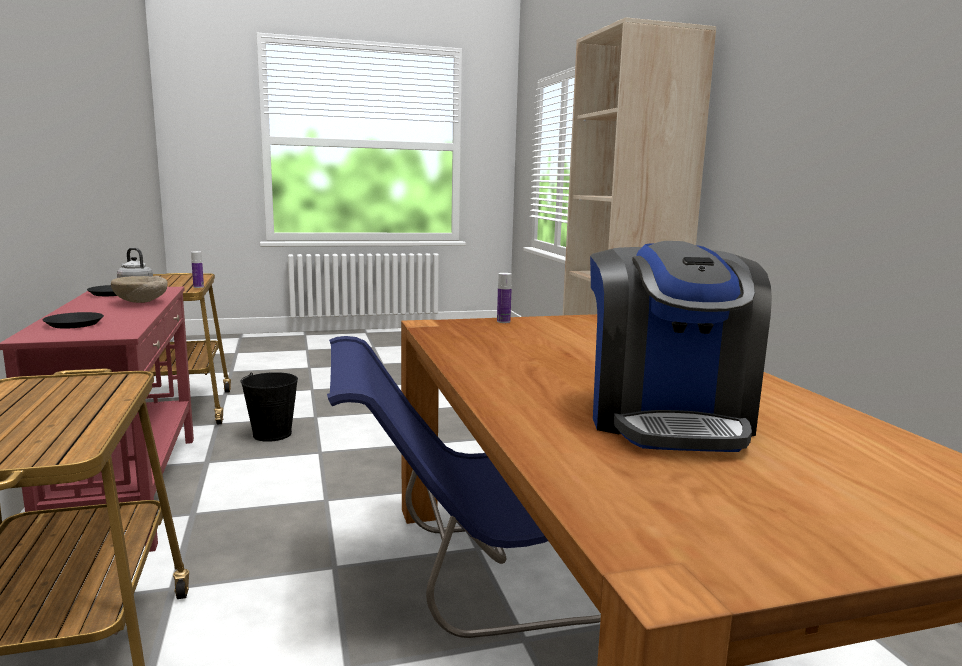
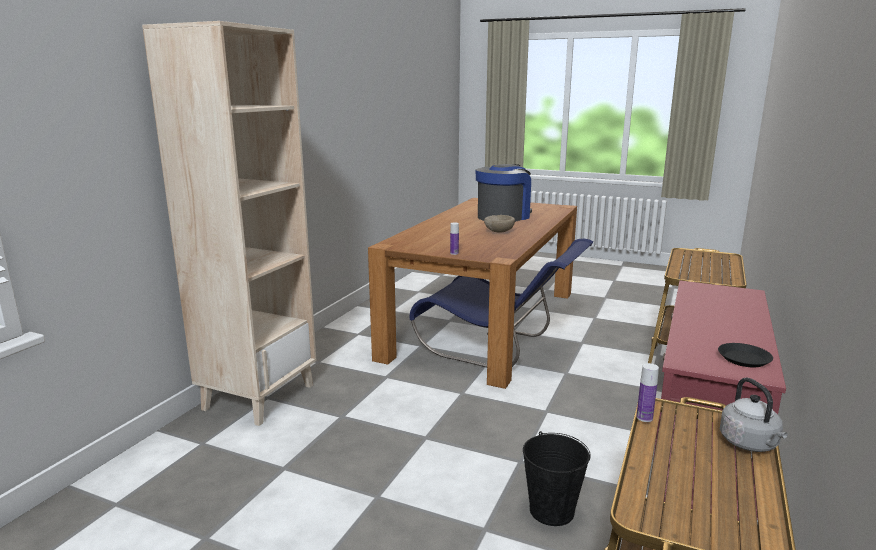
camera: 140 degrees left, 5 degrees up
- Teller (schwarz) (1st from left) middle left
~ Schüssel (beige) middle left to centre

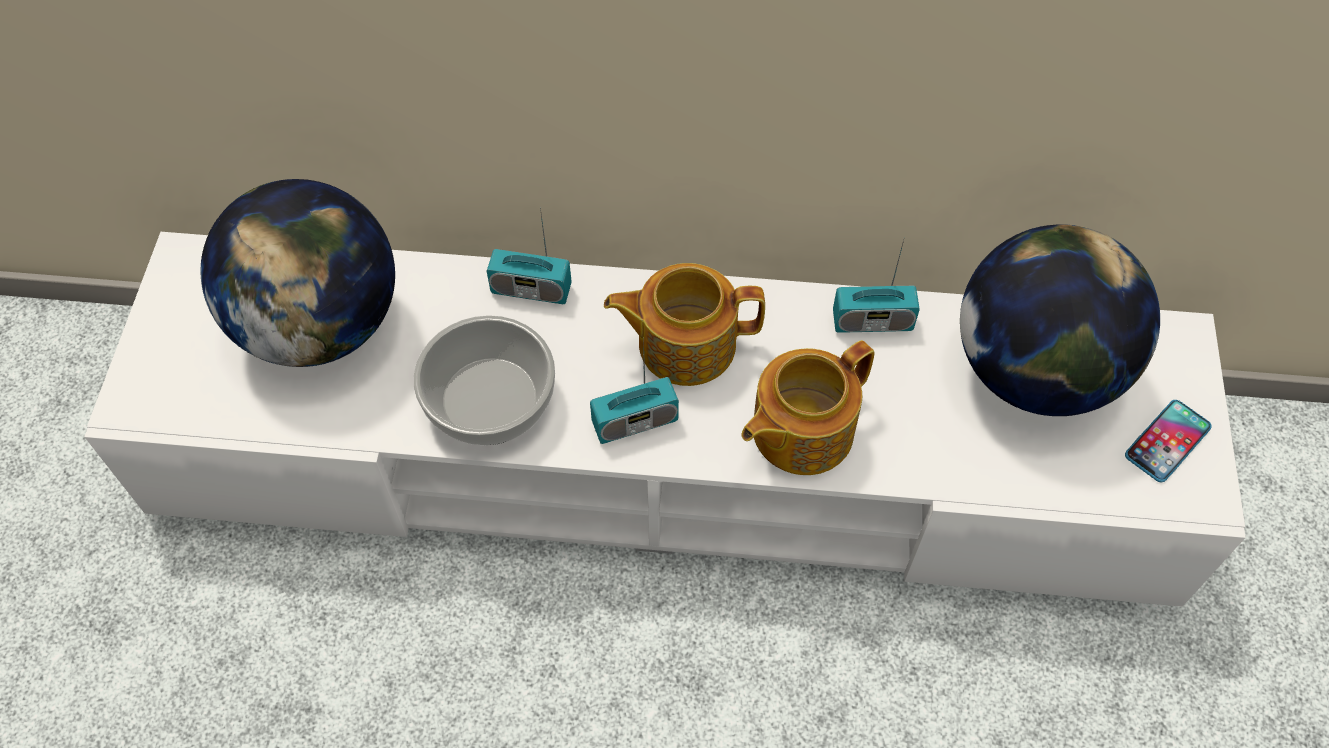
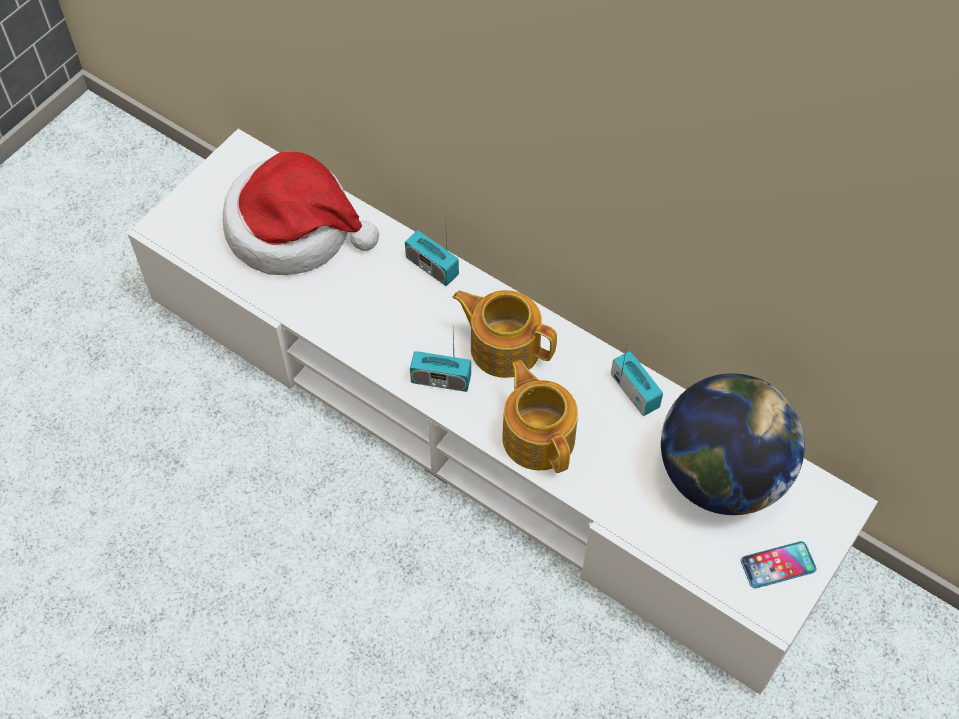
camera: 30 degrees right, 0 degrees up
~ Globus (1st from left) middle left to Hut top left
- Schüssel centre
~ Teekanne (2nd from left) centre = centre 75 degrees clockwise
~ Radio (3rd from left) centre = centre 150 degrees counterclockwise

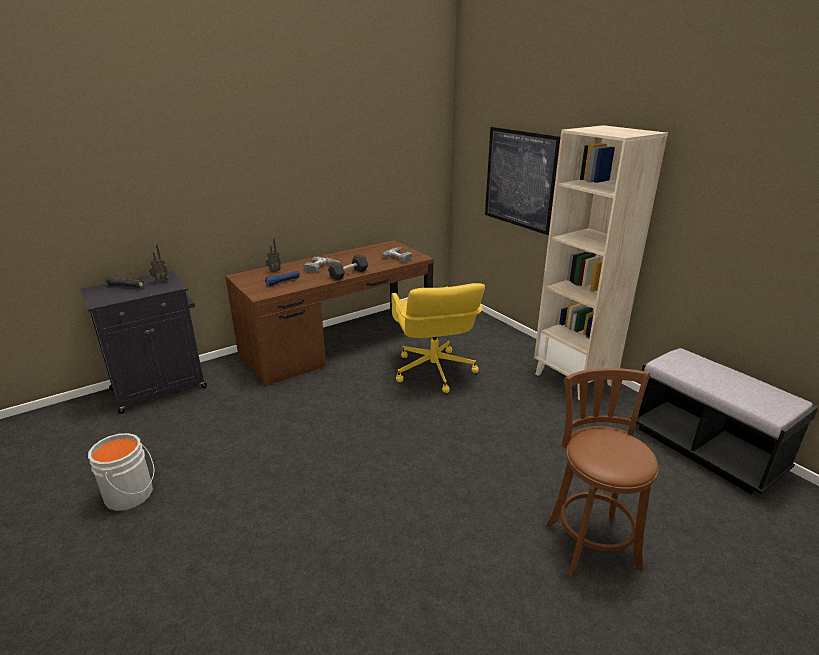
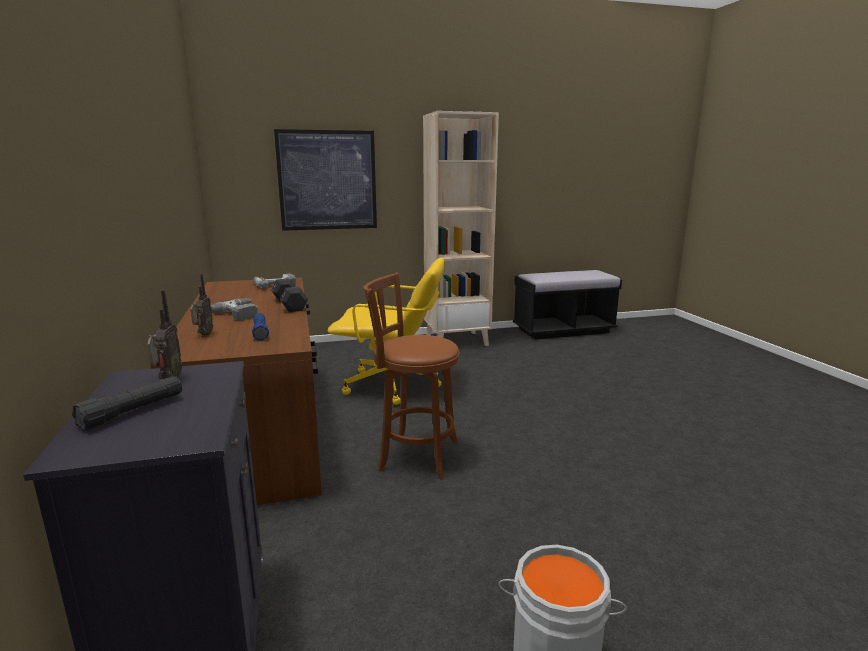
camera: 70 degrees left, 10 degrees down
~ Hocker (braun) bottom right to centre

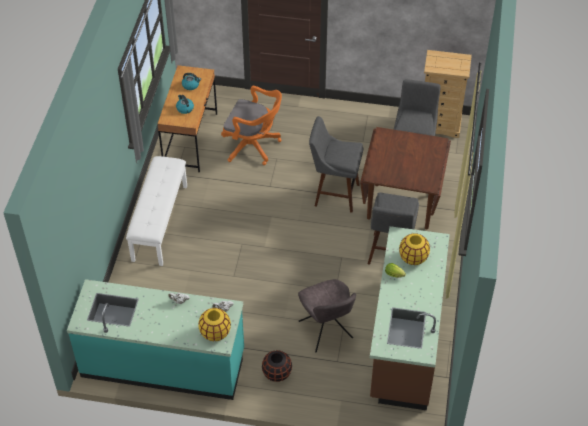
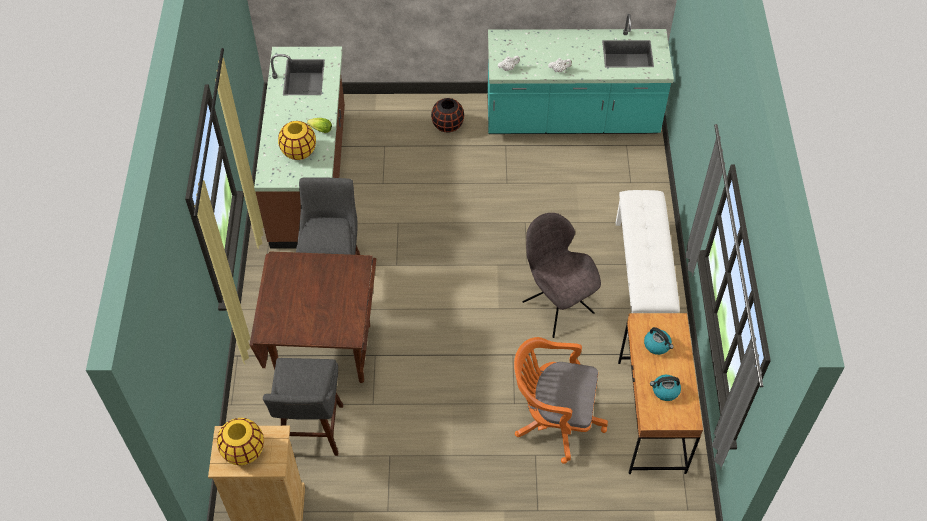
camera: 170 degrees right, 5 degrees up
~ Vase (gelb) (1st from left) bottom centre to bottom left
~ Stuhl (grau) bottom centre to centre
- Hocker (grau) (1st from left) centre

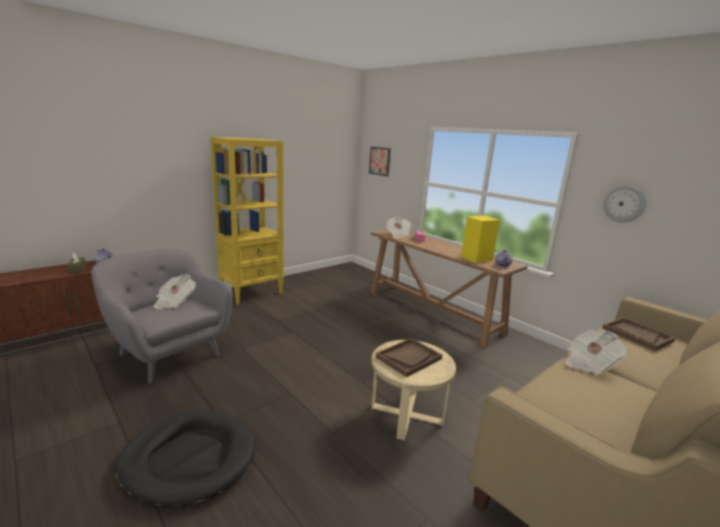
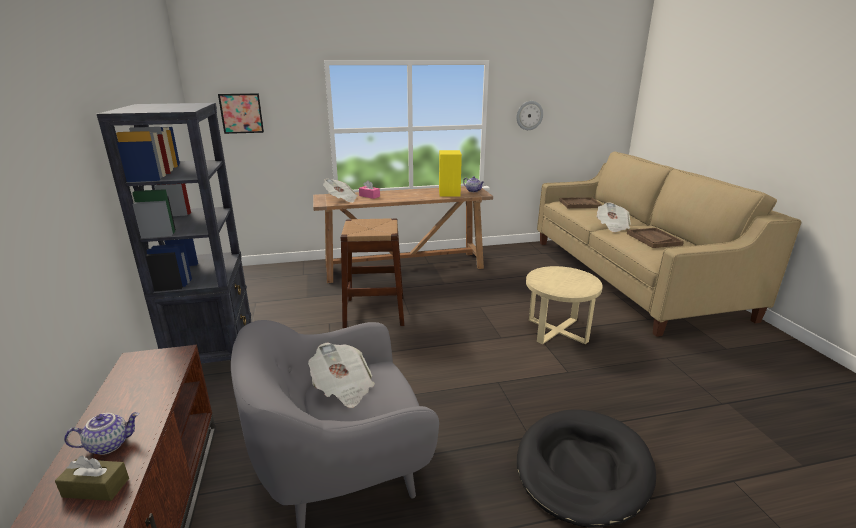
camera: 60 degrees left, 5 degrees up
~ Bücherregal (gelb) centre to Bücherregal (schwarz) middle left
~ Tablett (braun) (1st from left in the first image) bottom centre to Tablett (braun) (2nd from left) middle right
+ Hocker (braun) centre

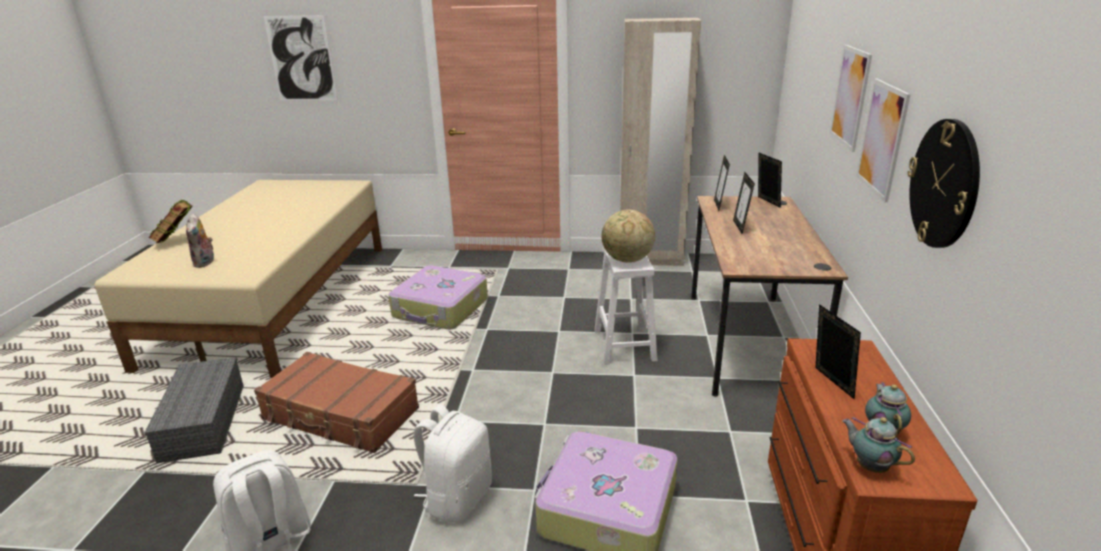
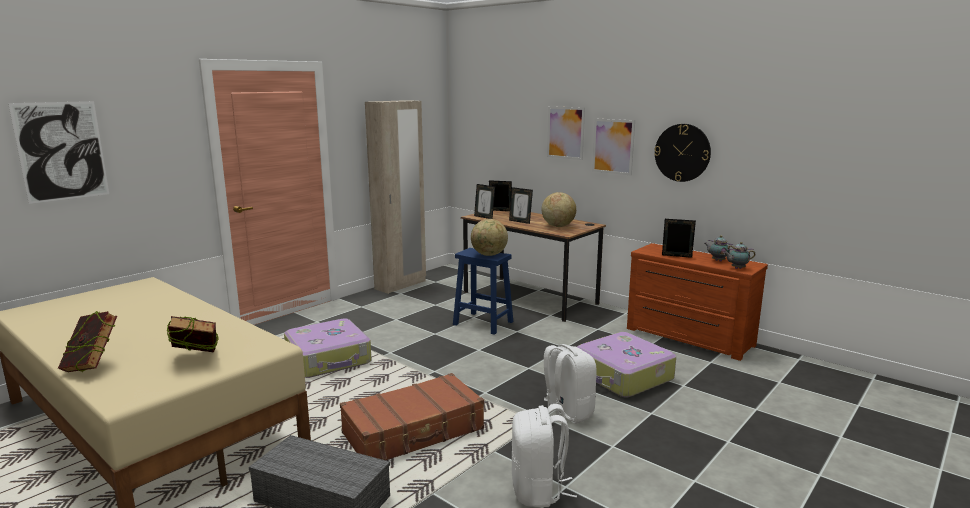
camera: 55 degrees left, 10 degrees down
~ Plüschtier middle left to Buch (2nd from left) middle left
~ Hocker (weiß) centre to Hocker (blau) centre
+ Globus (2nd from left) centre

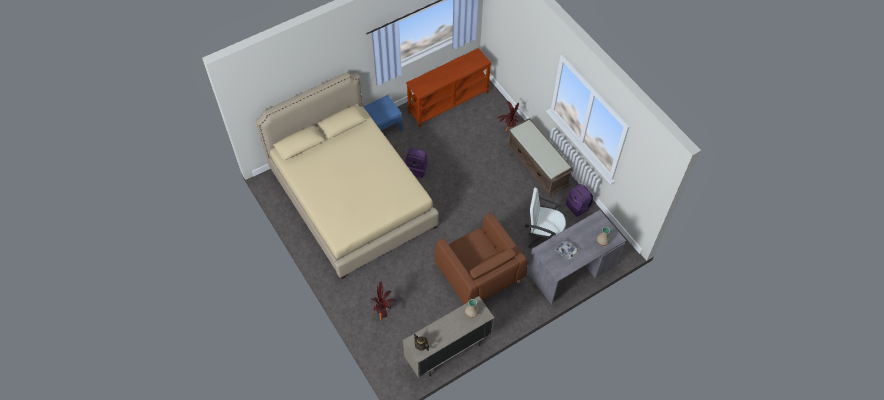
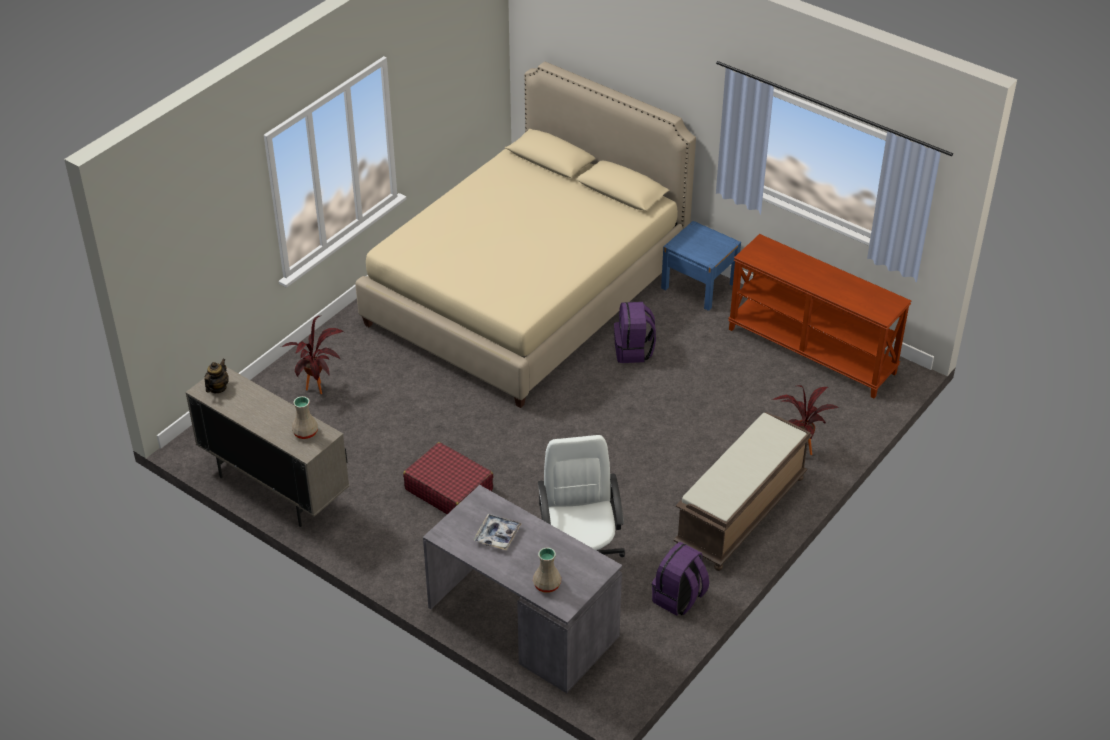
camera: 70 degrees right, 15 degrees down
~ Sessel (braun) centre to Koffer (rot) centre

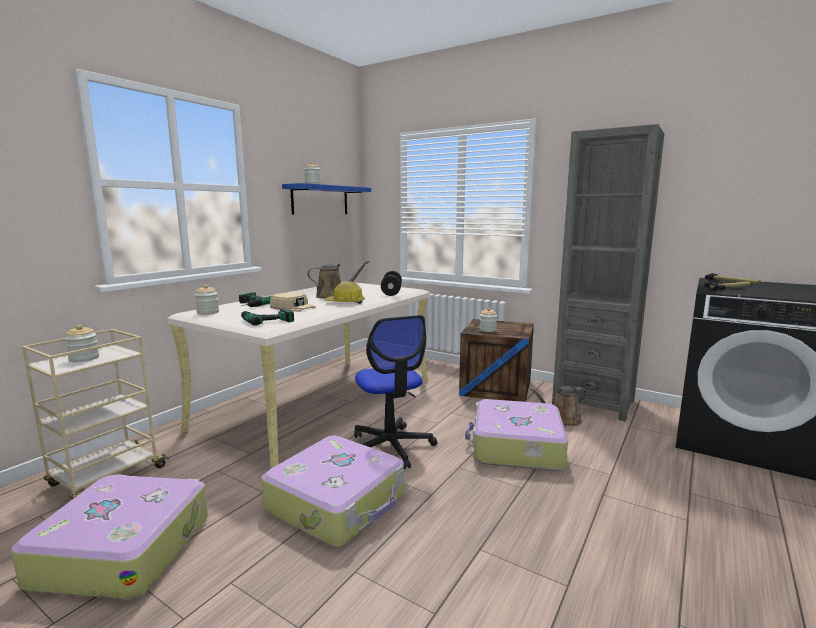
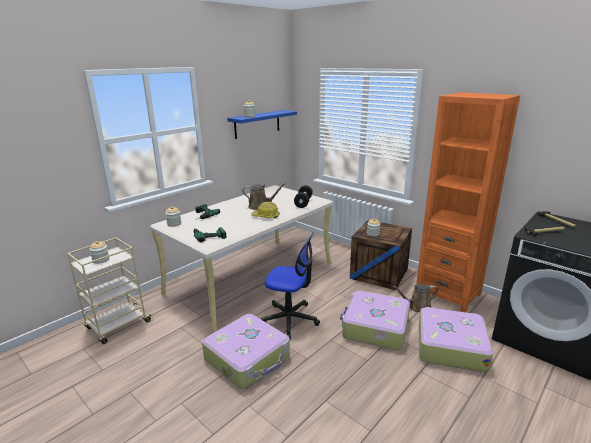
camera: 10 degrees right, 10 degrees up
~ Koffer (1st from left in the first image) bottom left to Koffer (3rd from left) bottom right
- Kappe (beige) centre
~ Bürostuhl centre = centre 60 degrees counterclockwise
~ Bücherregal (grau) middle right to Bücherregal (orange) middle right

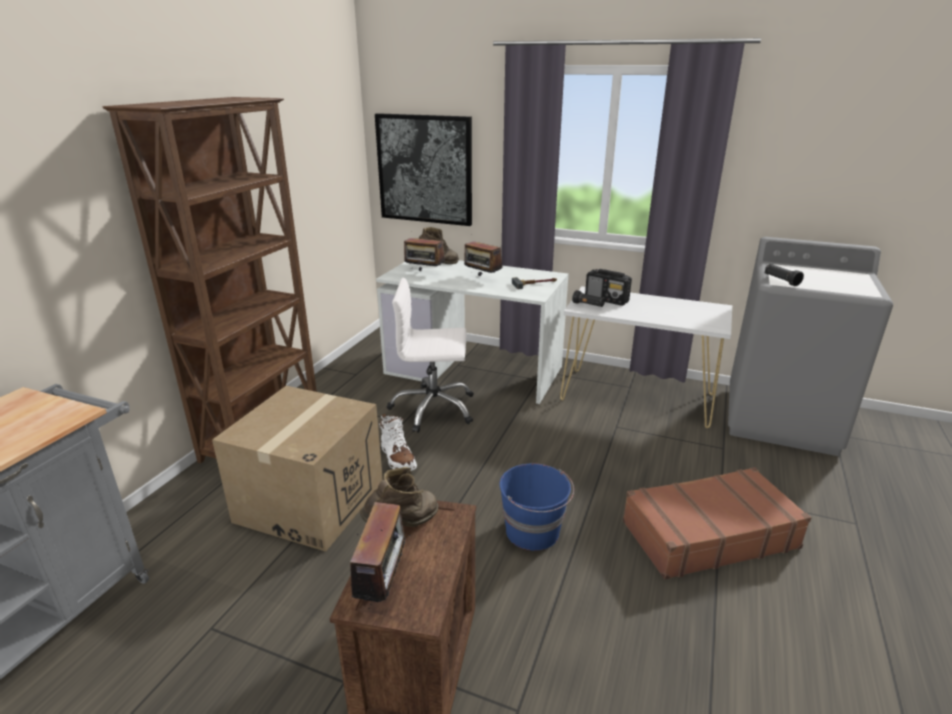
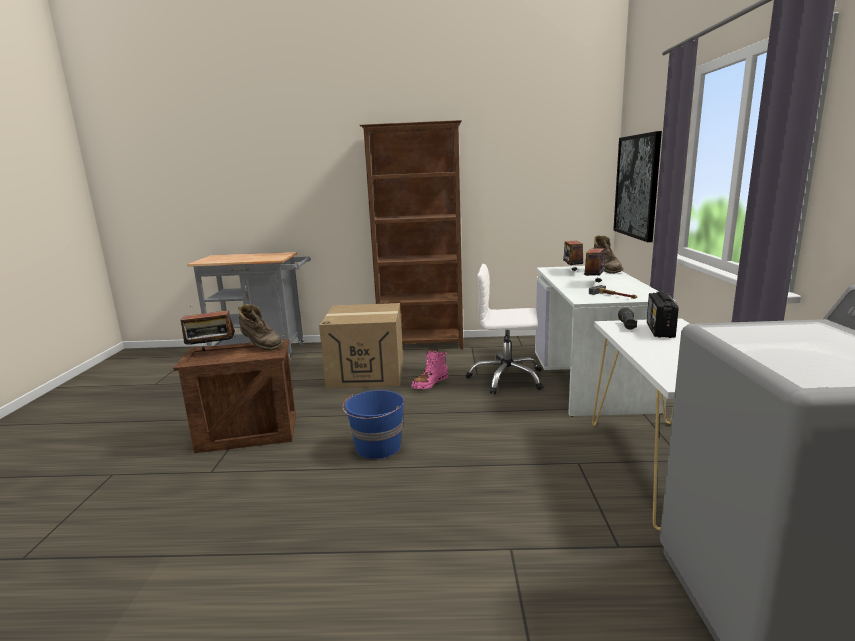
camera: 70 degrees right, 10 degrees down
~ Stiefel (weiß) centre to Stiefel (rosa) centre
~ Bürostuhl (weiß) centre = centre 60 degrees counterclockwise
- Koffer (braun) bottom right
- Taschenlampe (schwarz) (2nd from left) middle right

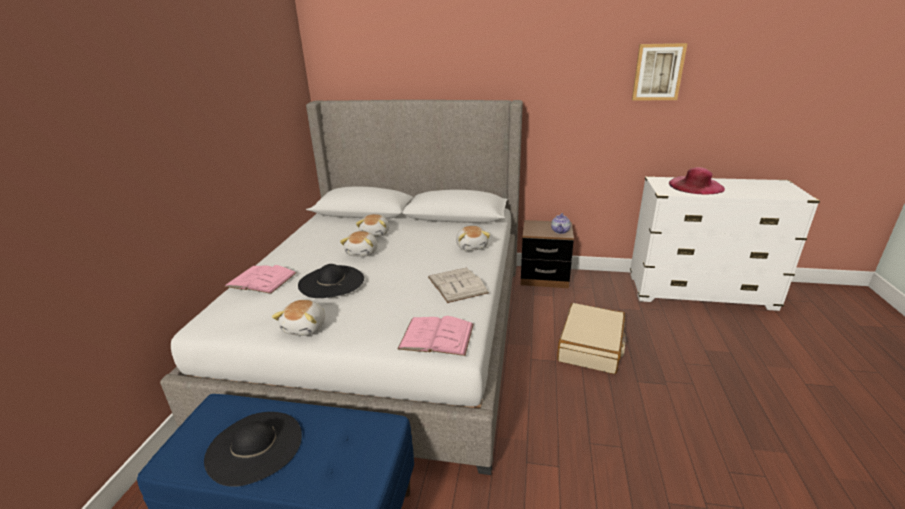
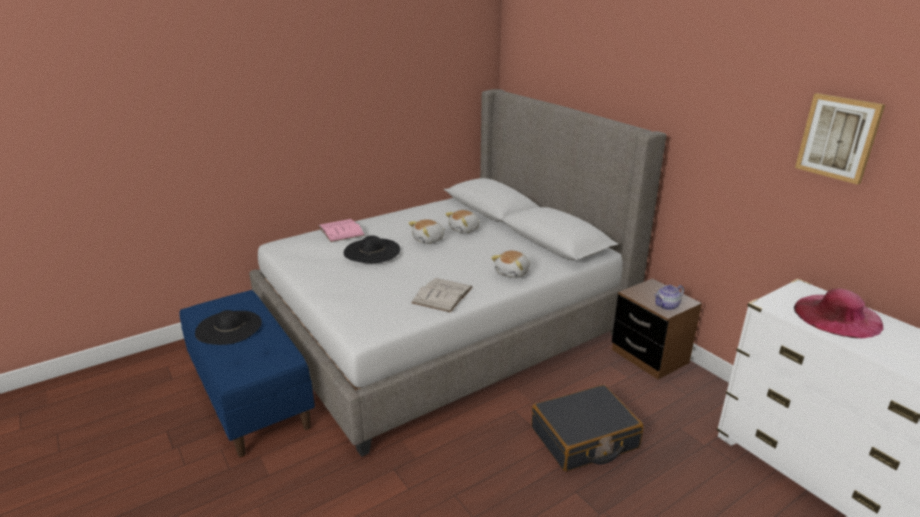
camera: 45 degrees right, 0 degrees up
- Plüschtier (1st from left) middle left
- Buch (rosa) (2nd from left) centre
~ Koffer (beige) centre to Koffer (schwarz) bottom centre

